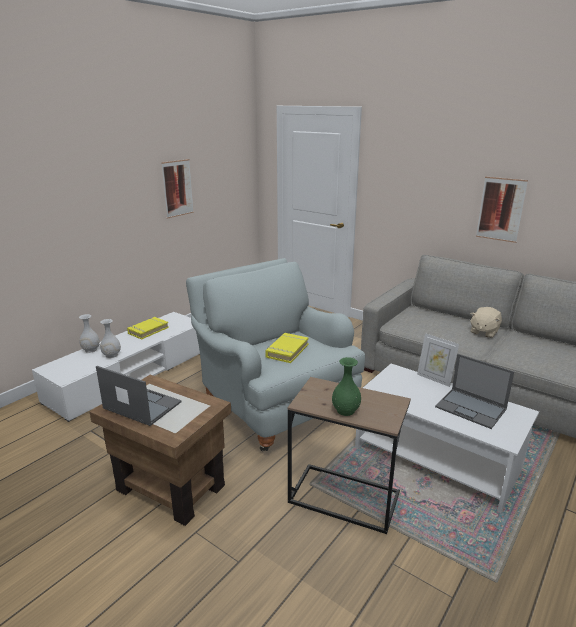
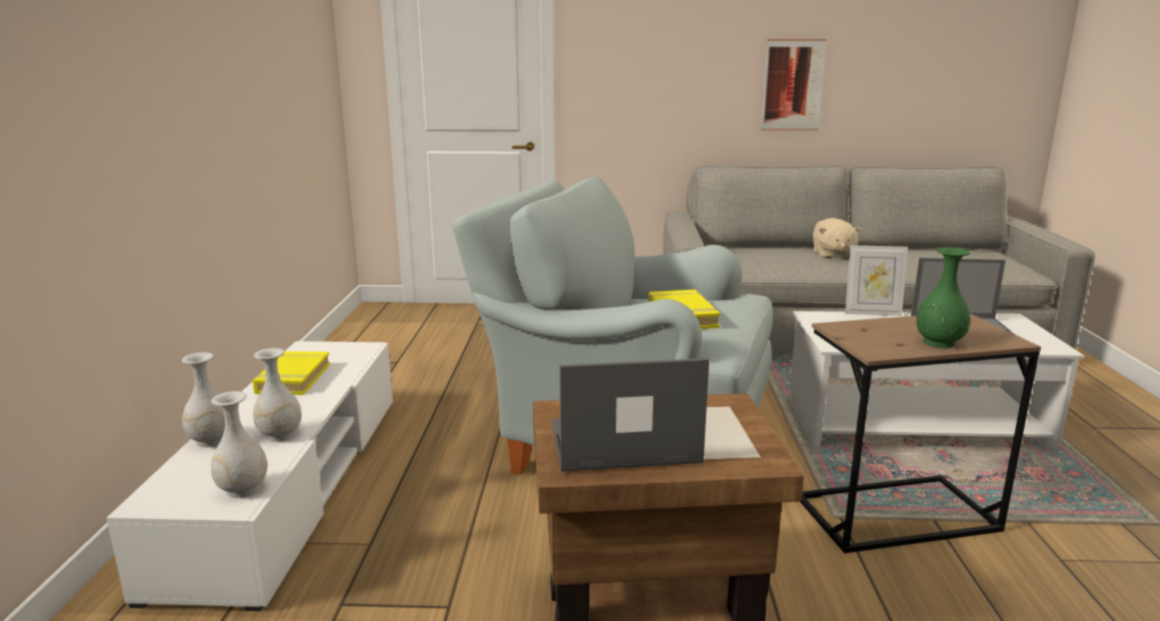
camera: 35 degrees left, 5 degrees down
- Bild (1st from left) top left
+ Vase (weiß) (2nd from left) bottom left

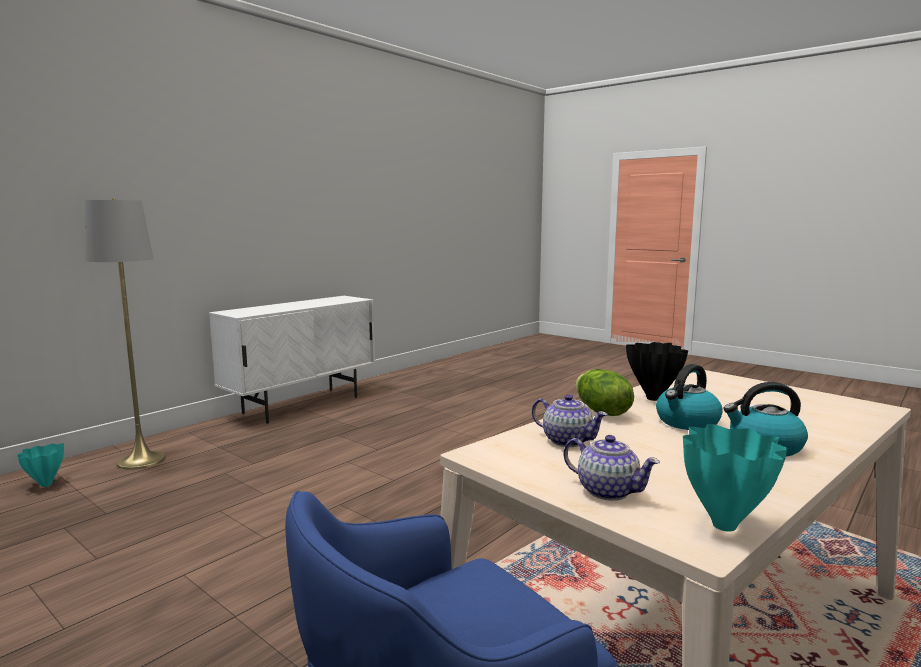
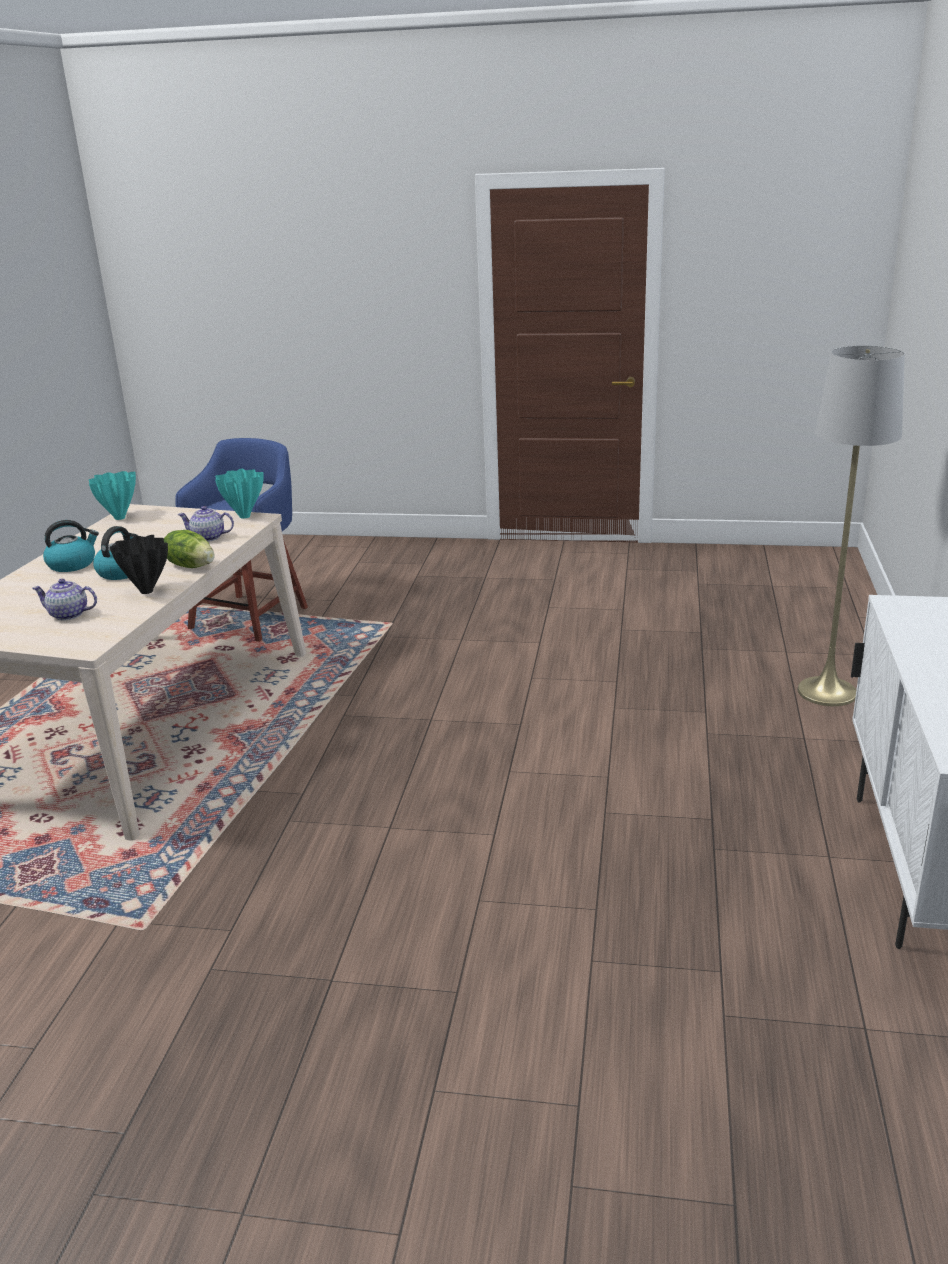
camera: 150 degrees right, 15 degrees up
~ Vase (türkis) (1st from left in the first image) bottom left to Vase (türkis) (2nd from left) middle left
~ Teekanne (2nd from left in the first image) bottom centre to Teekanne (1st from left) middle left

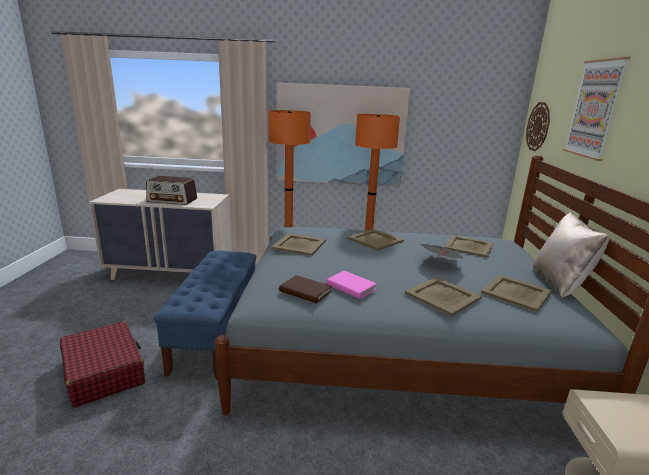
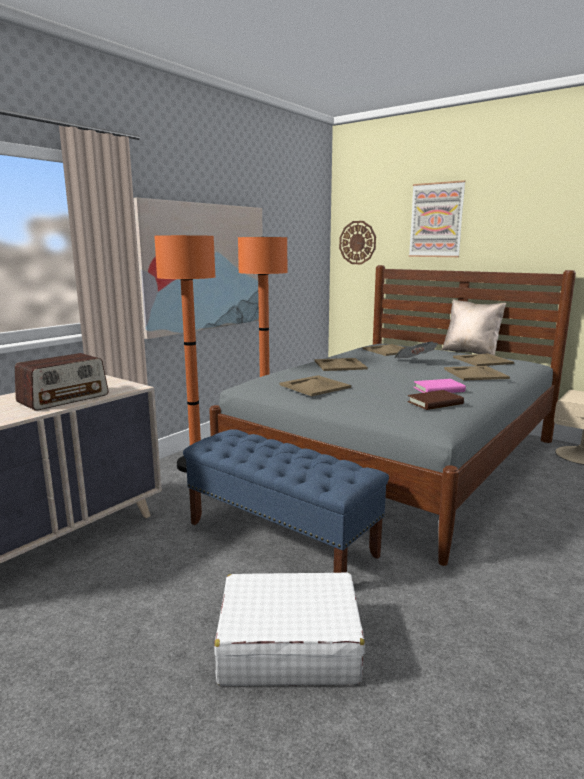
camera: 55 degrees left, 5 degrees down
~ Koffer (rot) bottom left to Koffer (weiß) bottom centre

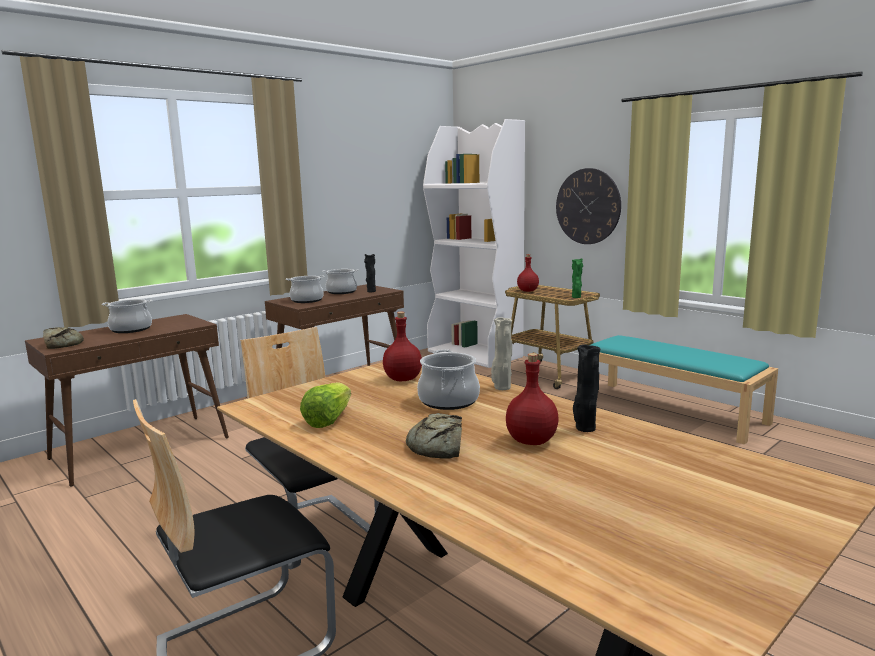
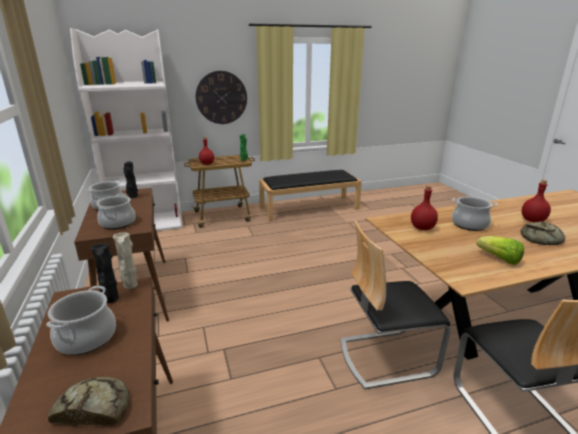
camera: 65 degrees left, 10 degrees up
~ Vase (beige) centre to middle left
~ Vase (schwarz) (2nd from left in the first image) middle right to Vase (schwarz) (1st from left) middle left
~ Bank (türkis) middle right to Bank (schwarz) centre

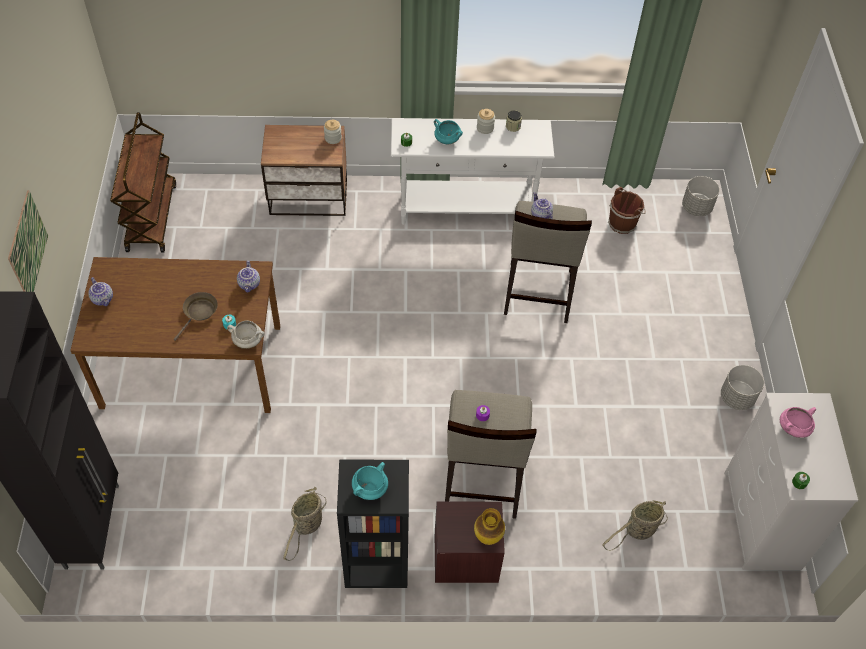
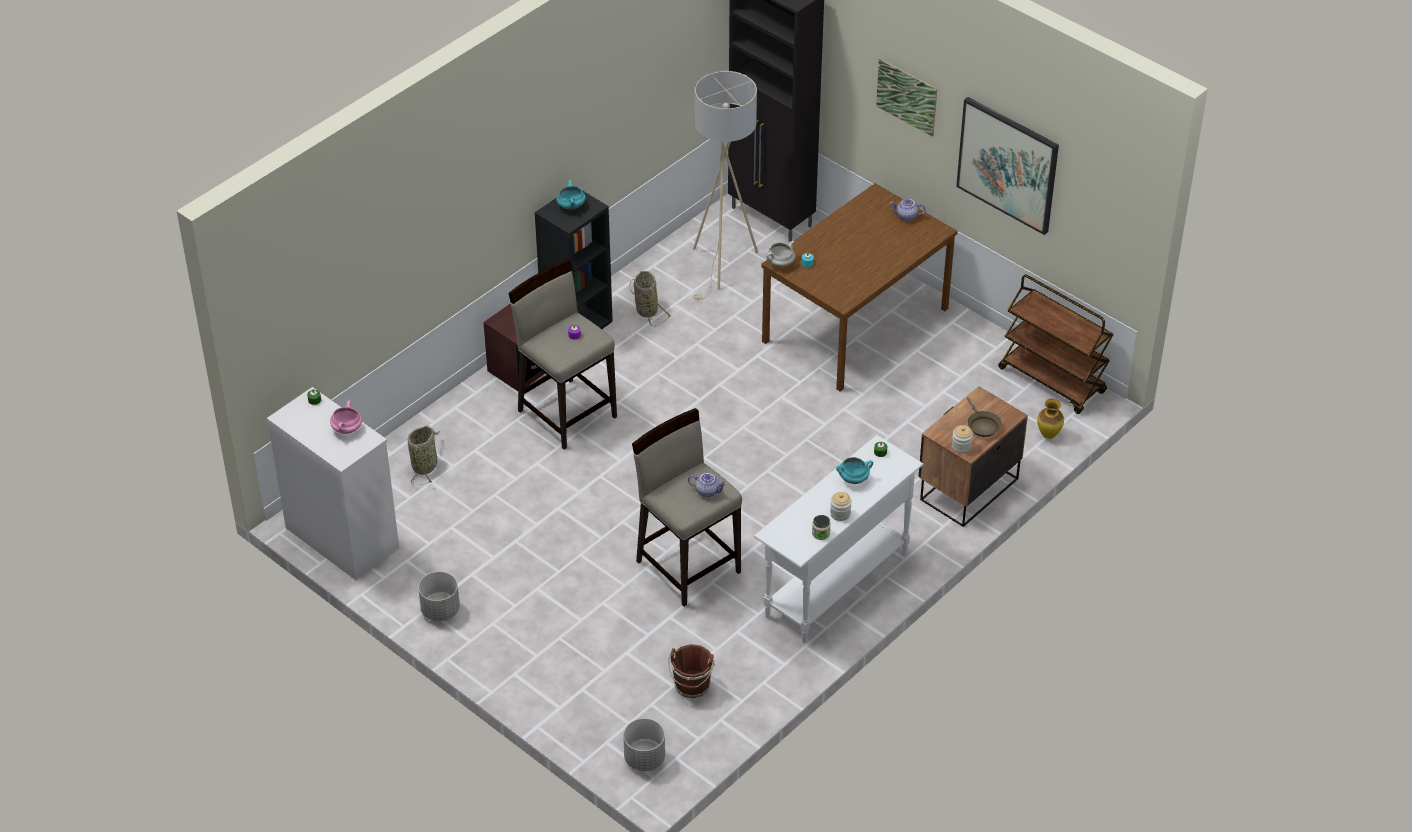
camera: 135 degrees right, 10 degrees down
~ Pfanne (braun) middle left to middle right
- Teekanne (2nd from left) middle left
~ Vase bottom centre to middle right
+ Stehlampe (beige) top centre
+ Bild (2nd from left) top right

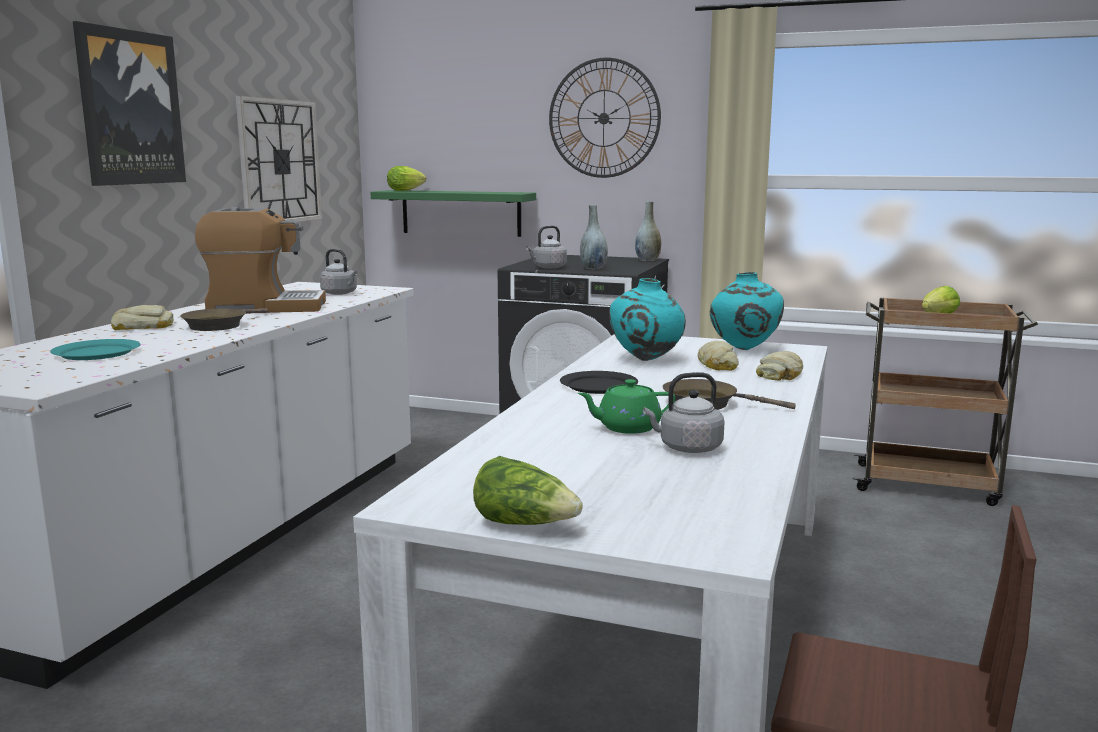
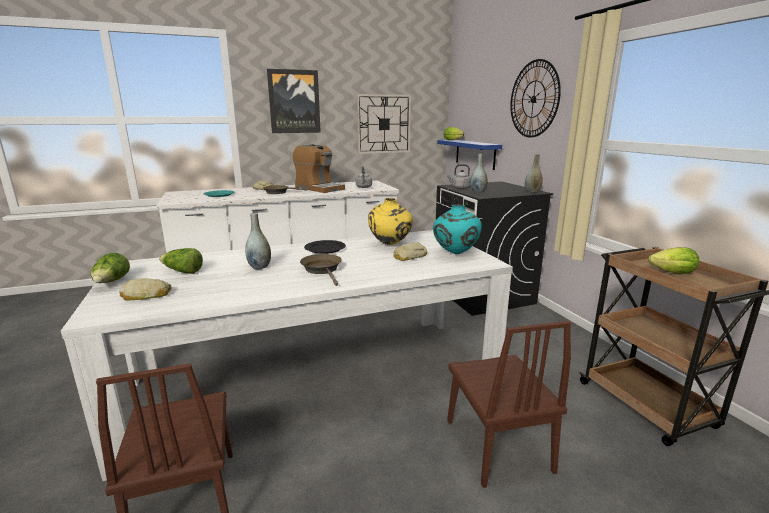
camera: 50 degrees right, 5 degrees up
~ Wandregal (grün) top centre to Wandregal (blau) top centre
~ Teekanne (grün) centre to Vase (grau) (1st from left) centre
~ Vase (türkis) (1st from left) centre to Vase (gelb) centre
- Wasserkessel (grau) (3rd from left) centre
~ Brot (3rd from left in the first image) middle right to Brot (1st from left) middle left
+ Salatkopf (2nd from left) middle left
+ Stuhl (braun) (2nd from left) bottom centre

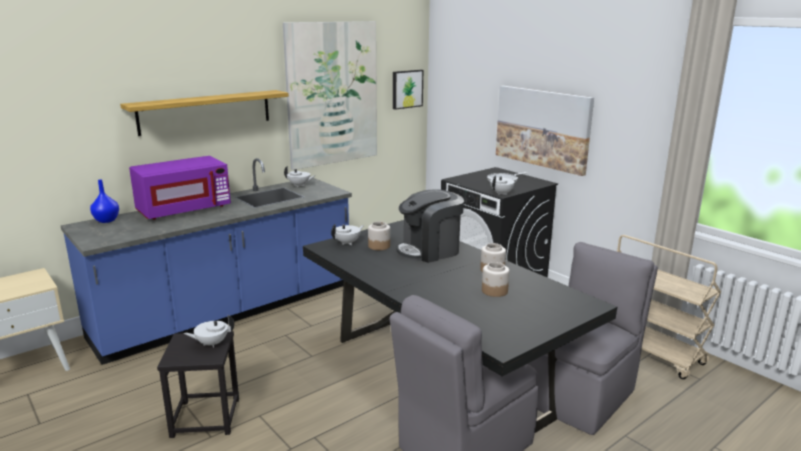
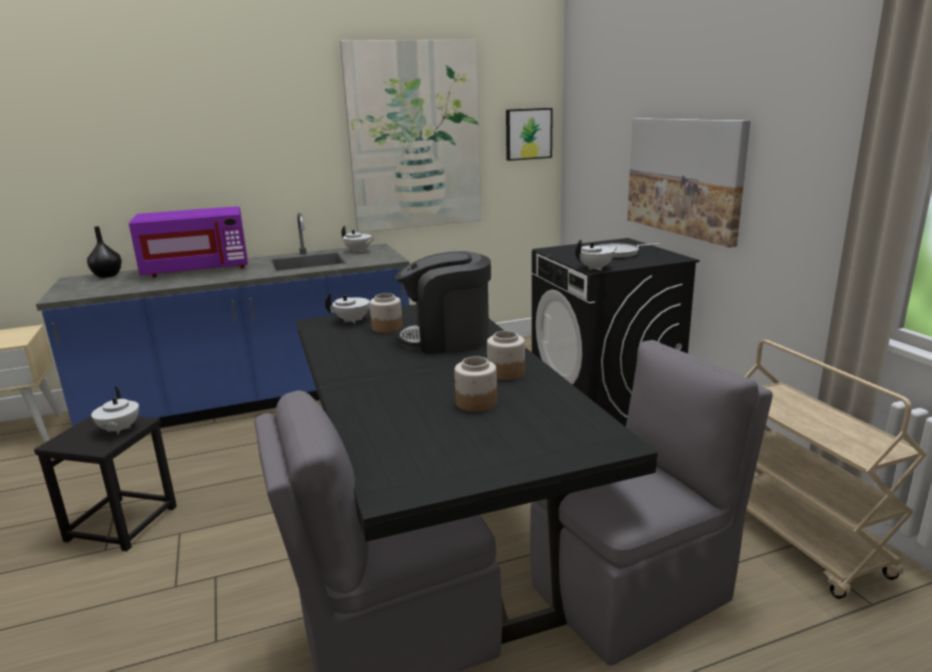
camera: 20 degrees right, 0 degrees up
~ Vase (blau) middle left to Vase (schwarz) middle left
- Wandregal top left
~ Teekanne (weiß) (1st from left) bottom left = middle left 105 degrees counterclockwise

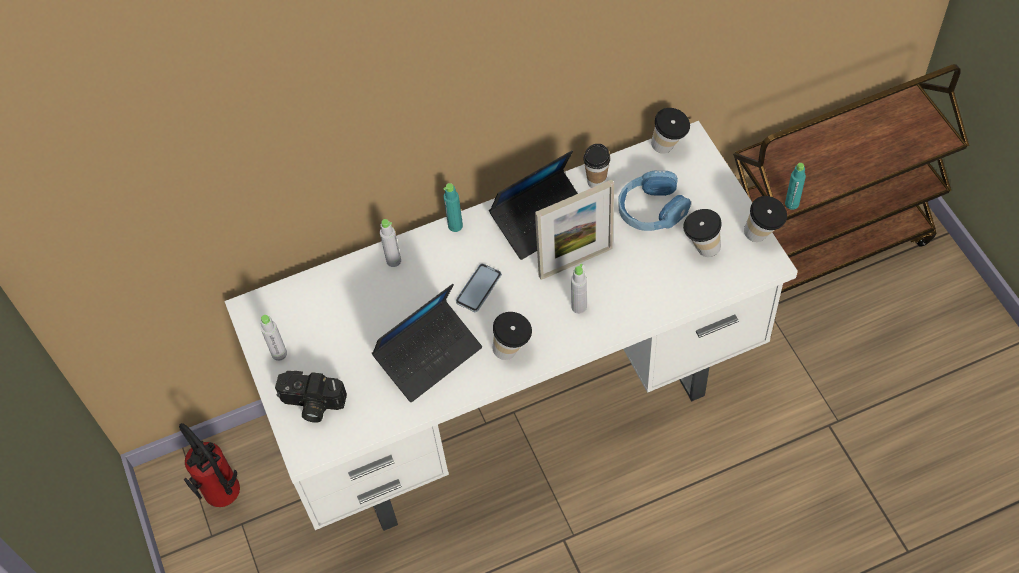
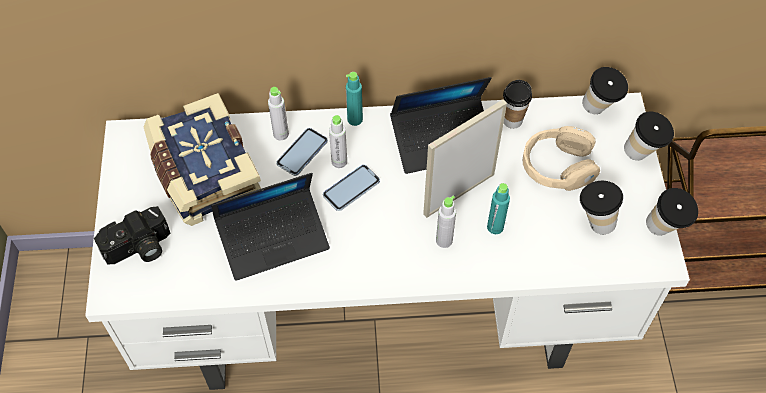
camera: 15 degrees right, 0 degrees up
- Feuerlöscher bottom left
~ Flasche (grau) (1st from left in the first image) middle left to Flasche (grau) (2nd from left) centre
~ Kamera bottom left = middle left 60 degrees counterclockwise
~ Tasse (1st from left in the first image) centre to Tasse (4th from left) middle right
~ Bilderrahmen centre = centre 150 degrees clockwise
~ Kopfhörer (blau) centre to Kopfhörer (beige) middle right
~ Flasche (türkis) (2nd from left) top right to centre
+ Buch middle left
+ Handy (1st from left) centre

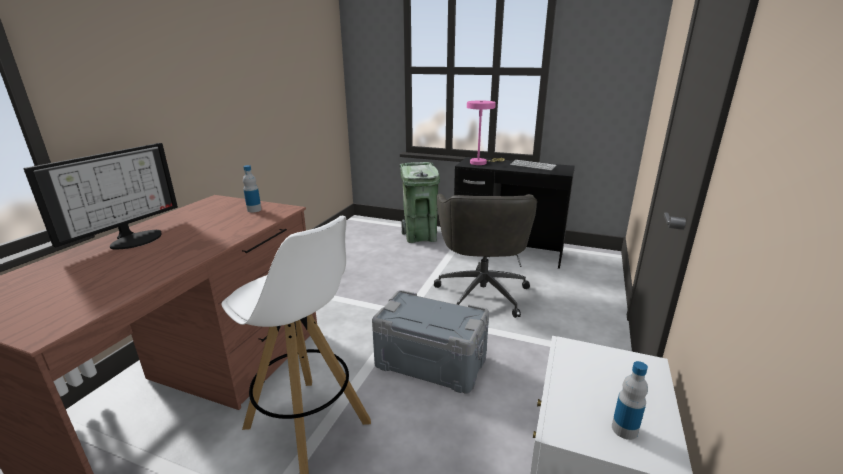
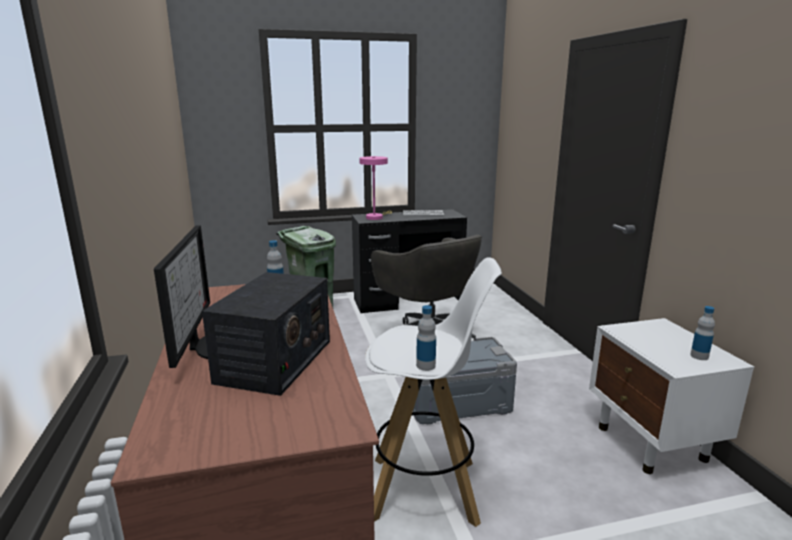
camera: 35 degrees left, 5 degrees down
+ Radio centre
+ Flasche (2nd from left) centre

